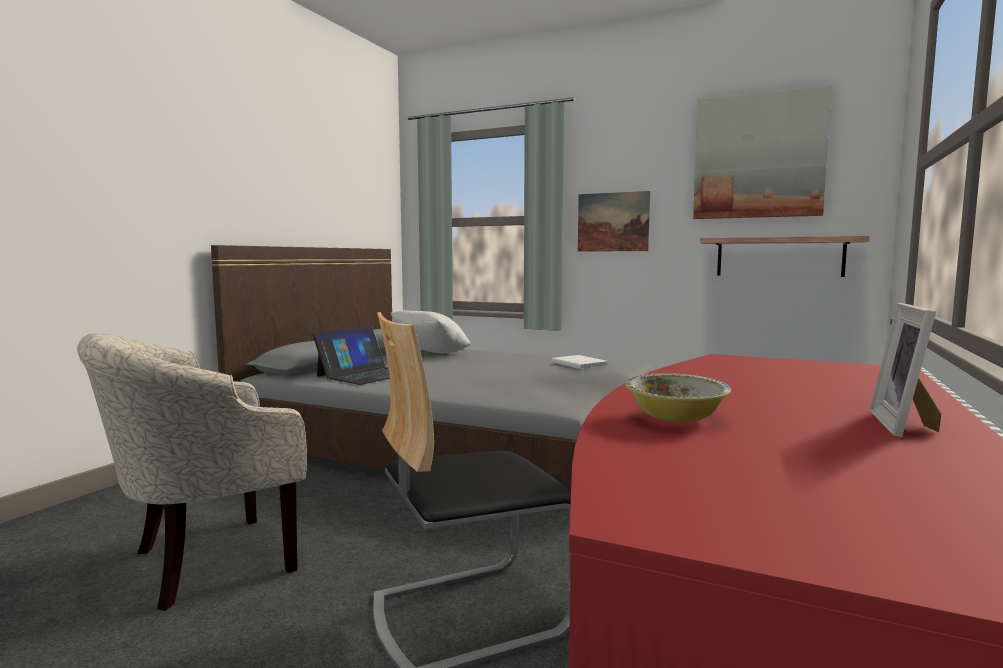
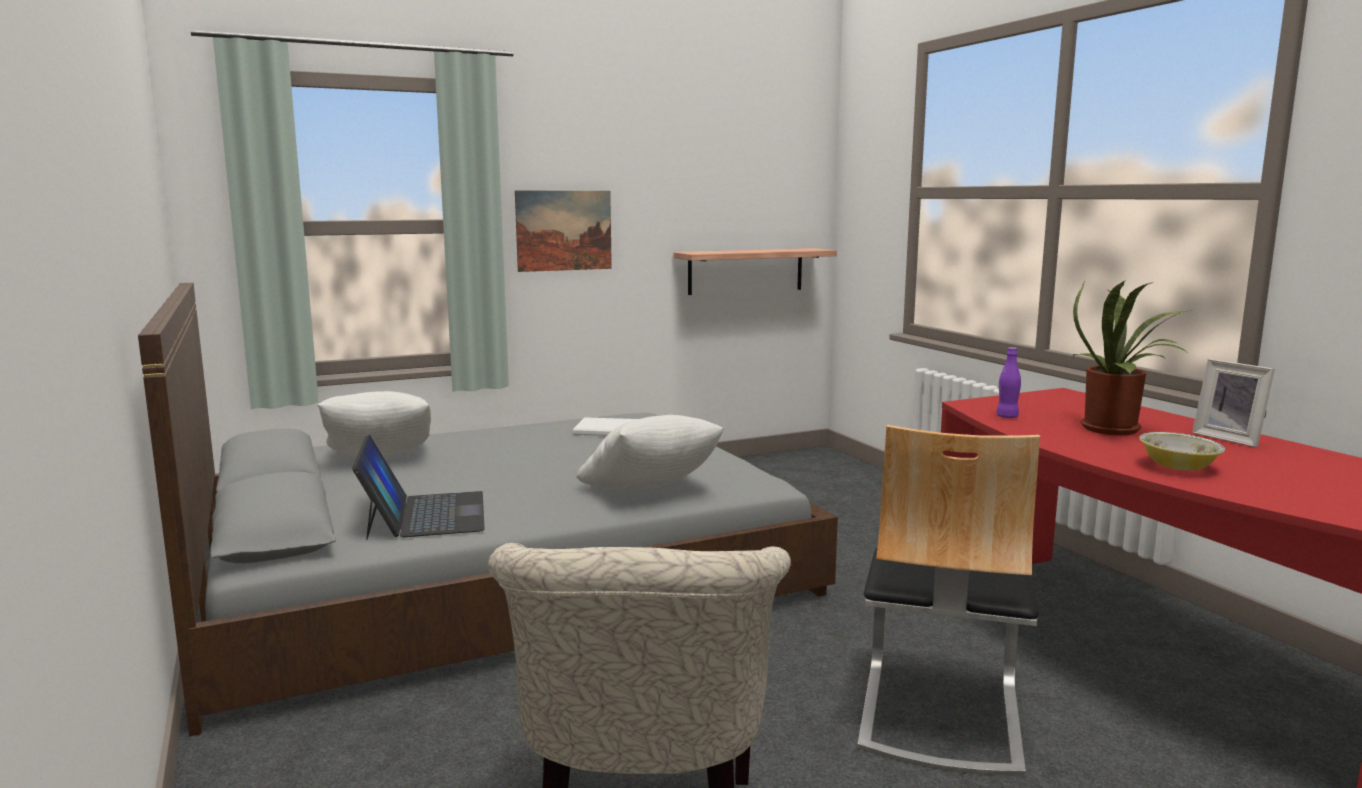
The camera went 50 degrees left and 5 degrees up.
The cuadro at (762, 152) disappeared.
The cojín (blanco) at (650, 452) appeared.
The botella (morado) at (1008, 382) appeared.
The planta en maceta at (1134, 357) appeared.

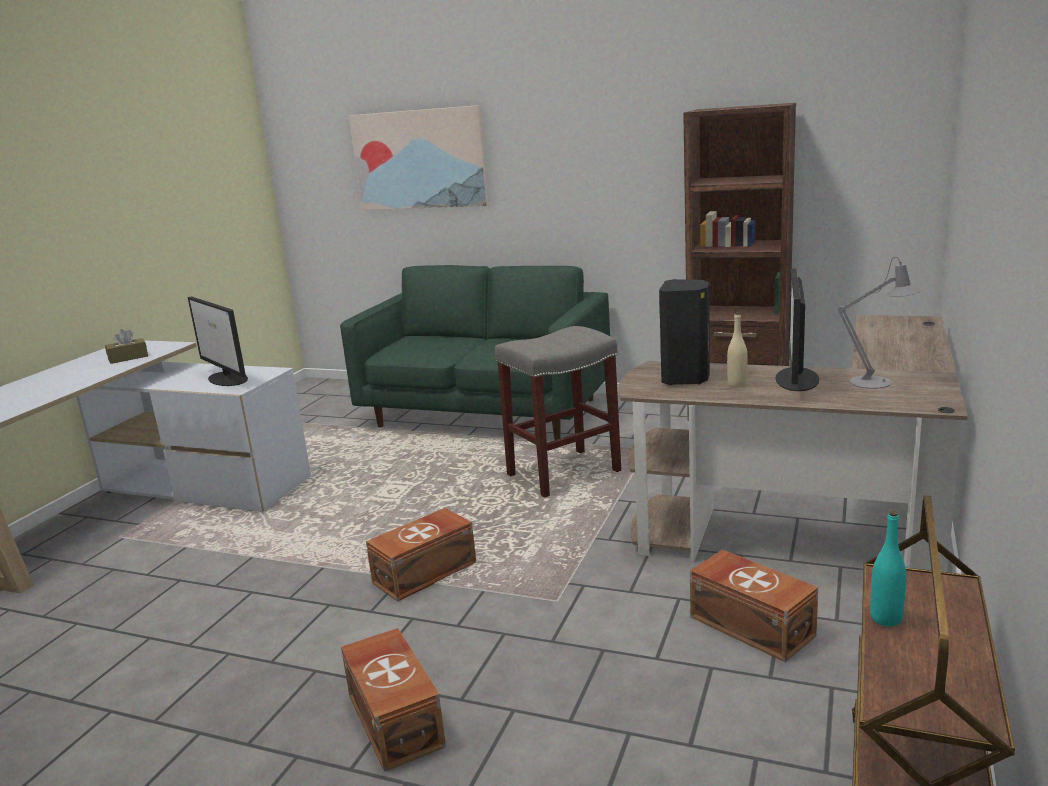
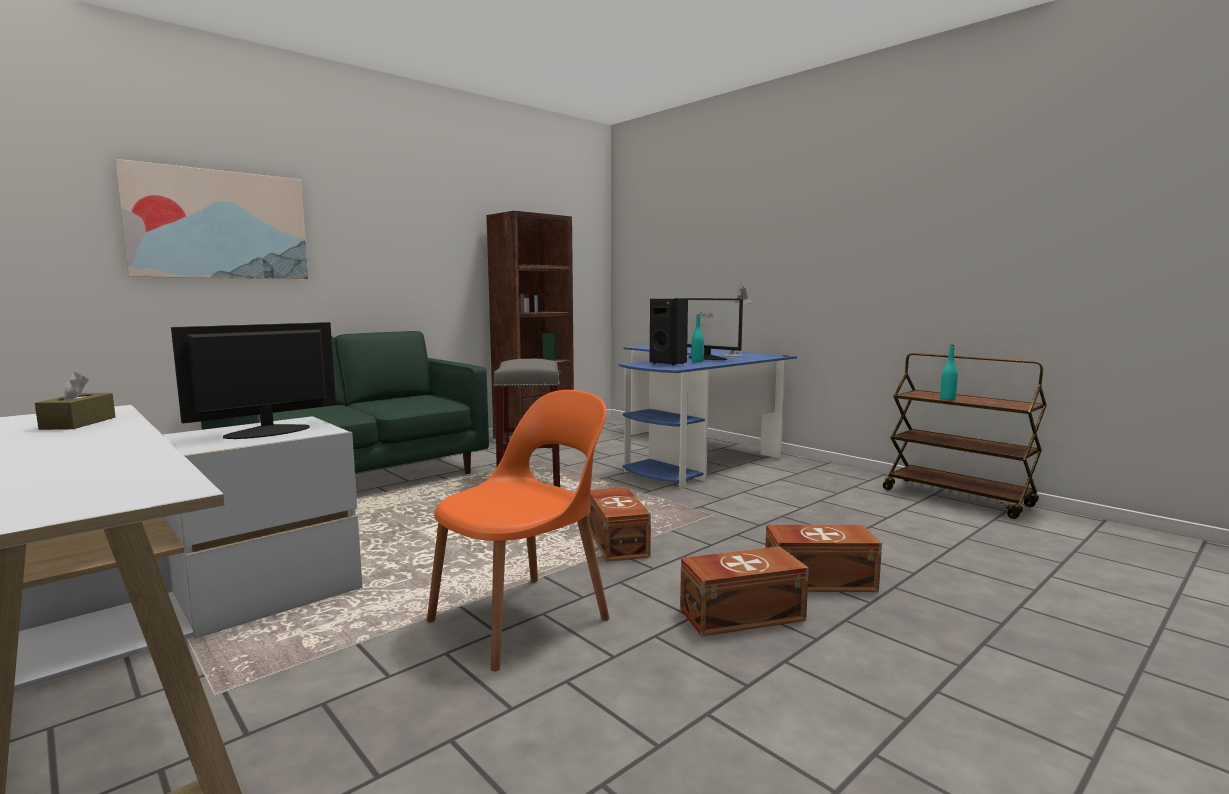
The camera went 65 degrees left and 10 degrees down.
The monitor at (218, 341) turned 150 degrees clockwise.
The escritorio (marrón) at (793, 443) became the escritorio (azul) at (708, 417).
The caja de almacenaje (marrón) moved from (754, 605) to (744, 591).
The botella (beis) at (737, 349) became the botella (turquesa) at (697, 338).
The silla (naranja) at (518, 530) appeared.

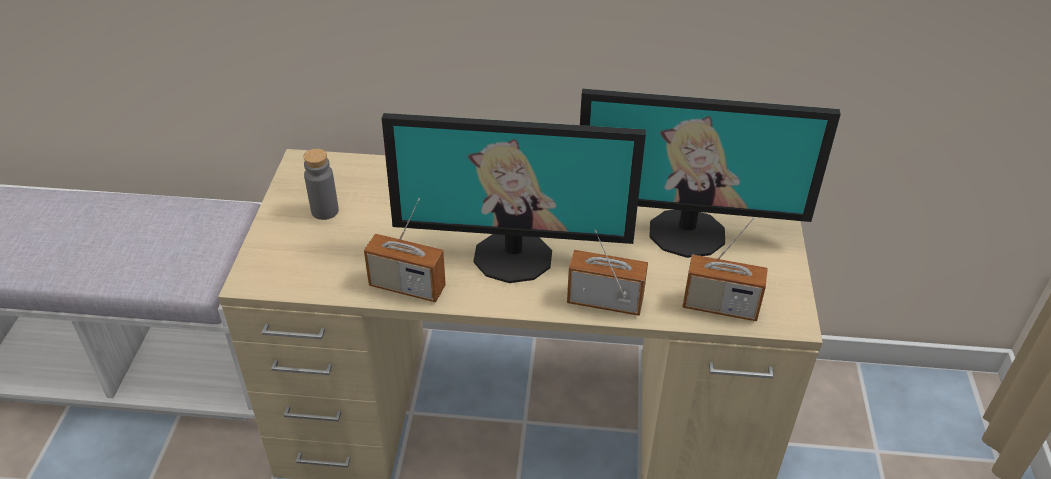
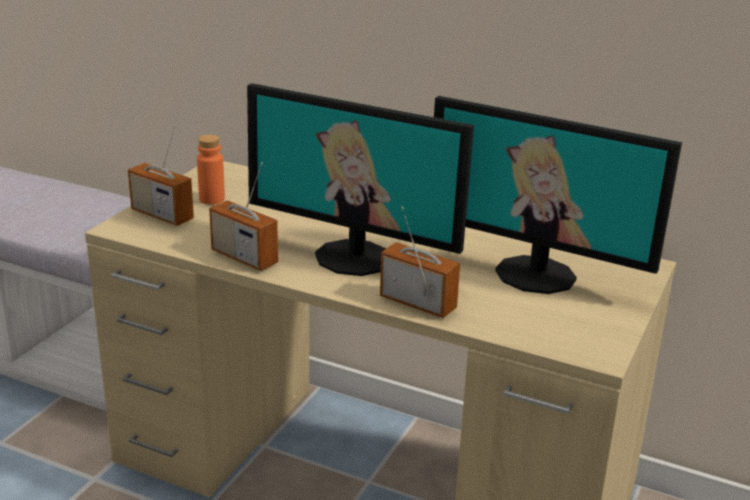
The camera went 20 degrees right and 15 degrees down.
The botella (gris) at (321, 184) became the botella (naranja) at (211, 170).
The radio moved from (725, 269) to (161, 175).

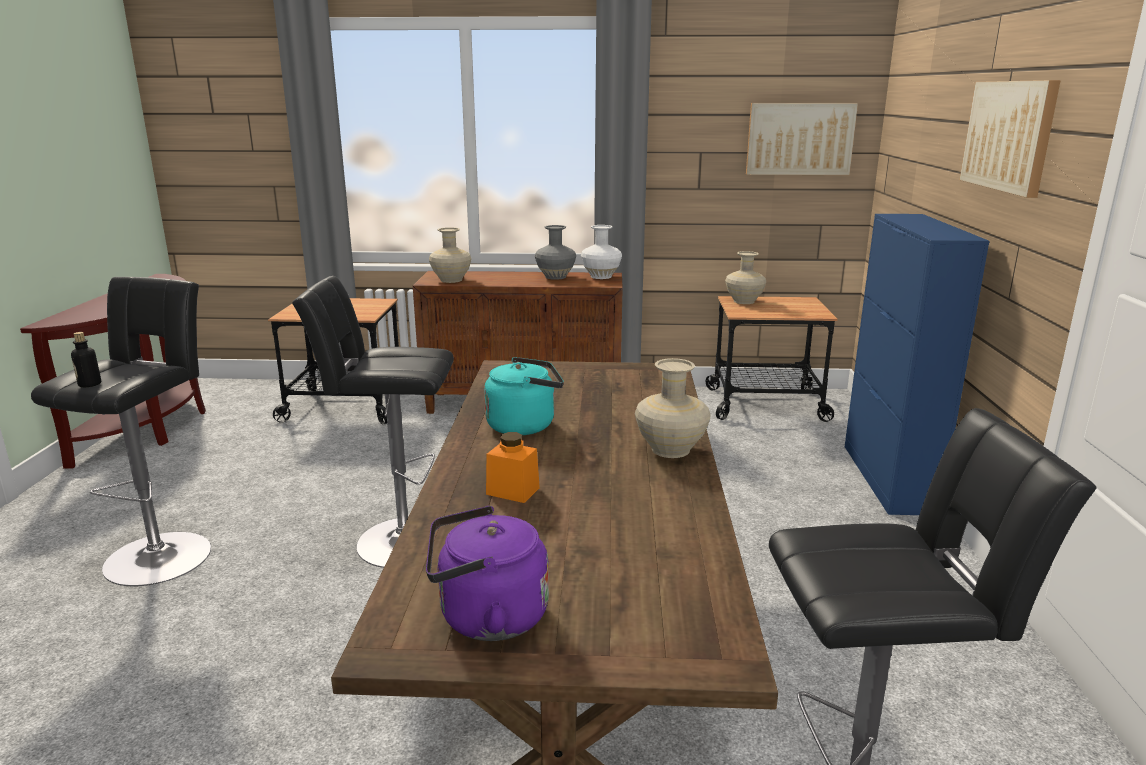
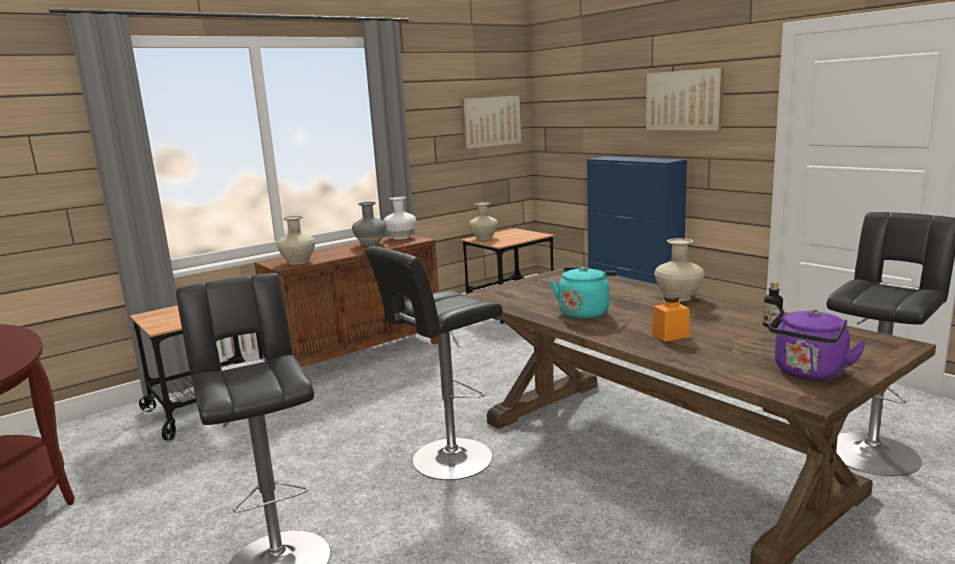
The camera went 40 degrees left and 5 degrees down.
The botella moved from (86, 359) to (773, 305).

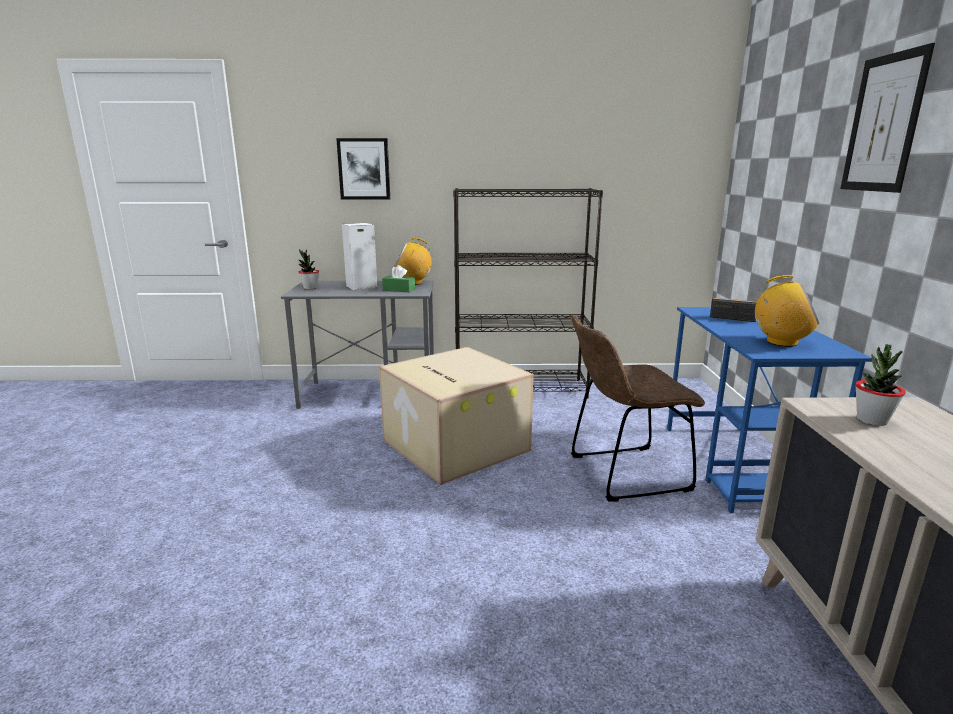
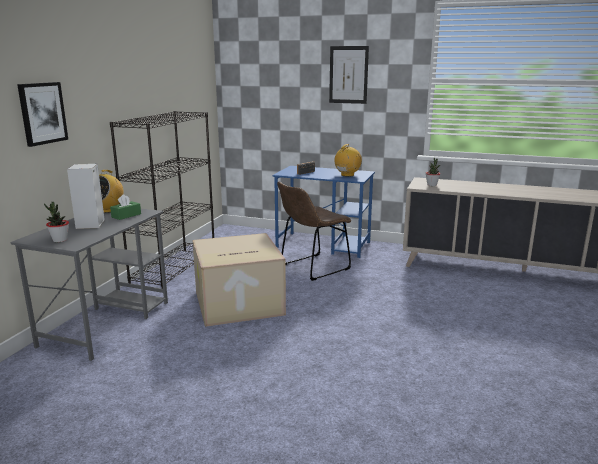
The camera went 70 degrees left and 0 degrees up.
The silla (marrón) at (638, 408) turned 45 degrees clockwise.

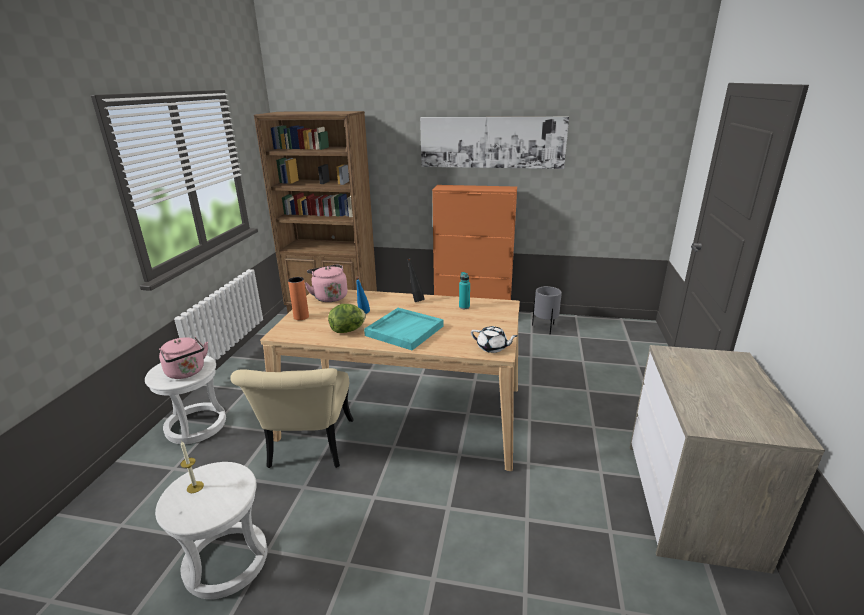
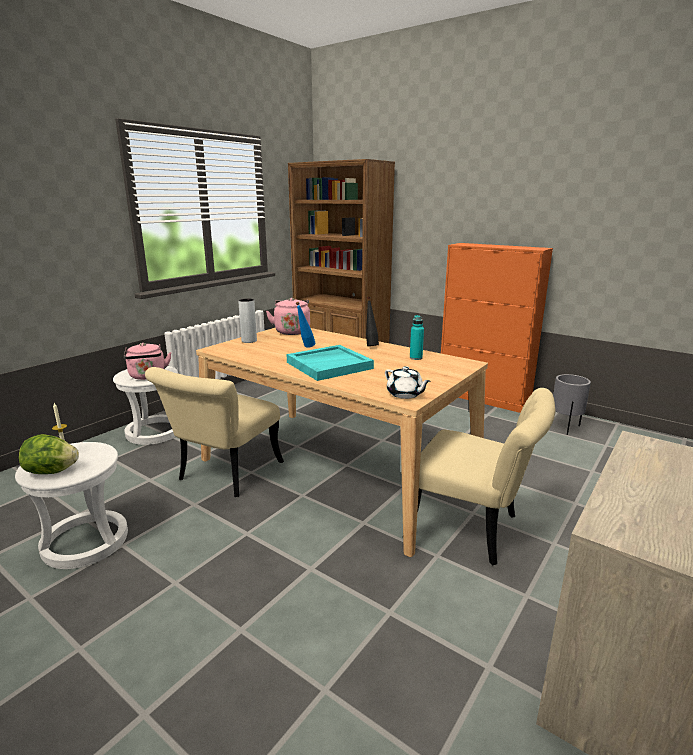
The camera went 25 degrees right and 5 degrees down.
The florero (naranja) at (298, 298) became the florero (gris) at (247, 320).
The lechuga moved from (347, 318) to (49, 454).
The cuadro at (494, 143) disappeared.
The silla (beis) at (486, 476) appeared.

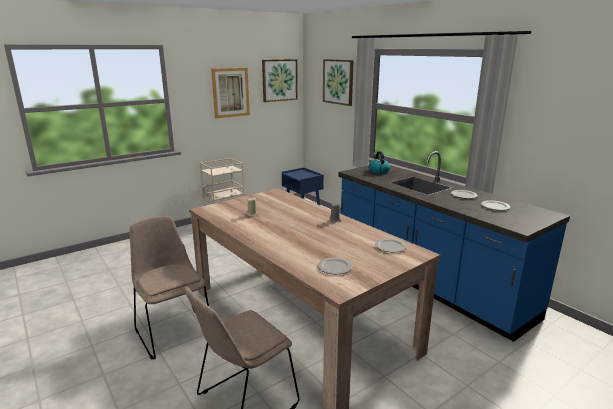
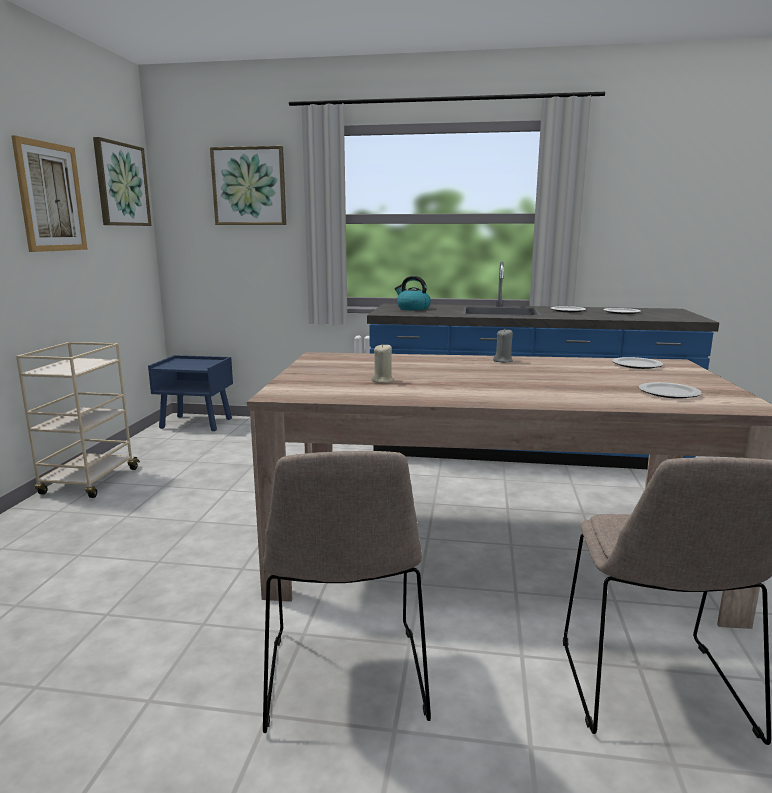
The camera went 45 degrees left and 5 degrees down.
The silla (beis) at (169, 288) turned 105 degrees counterclockwise.

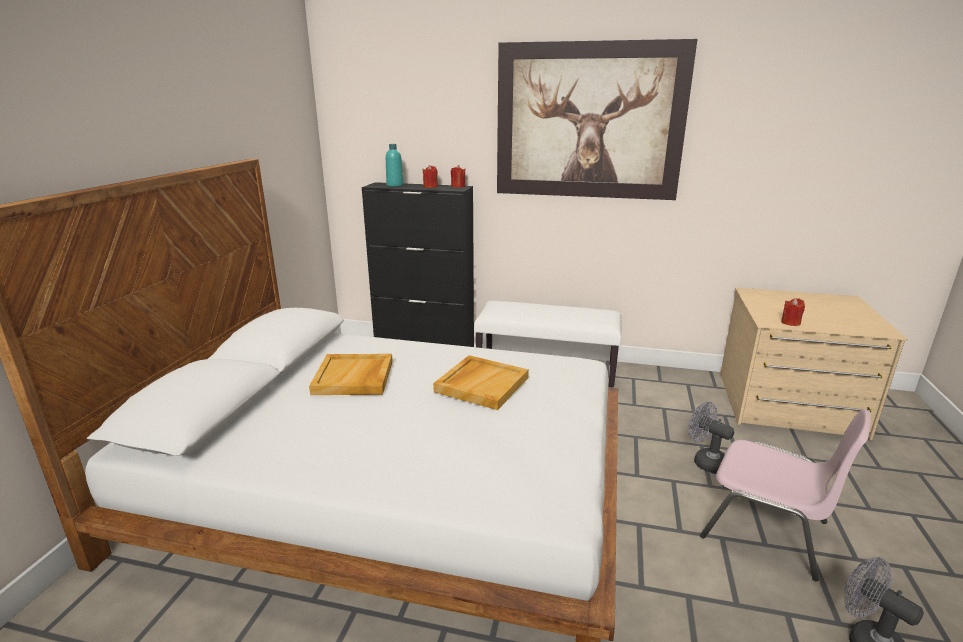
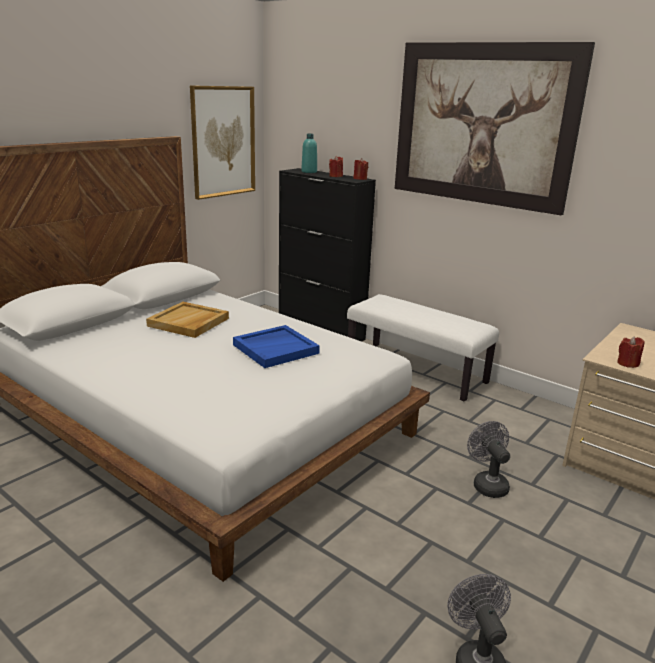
The camera went 25 degrees right and 0 degrees up.
The bandeja (beis) at (481, 382) became the bandeja (azul) at (276, 346).
The silla (rosa) at (785, 495) disappeared.
The cuadro at (222, 143) appeared.

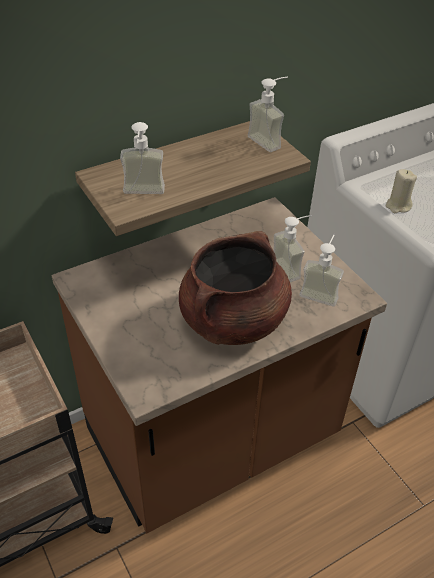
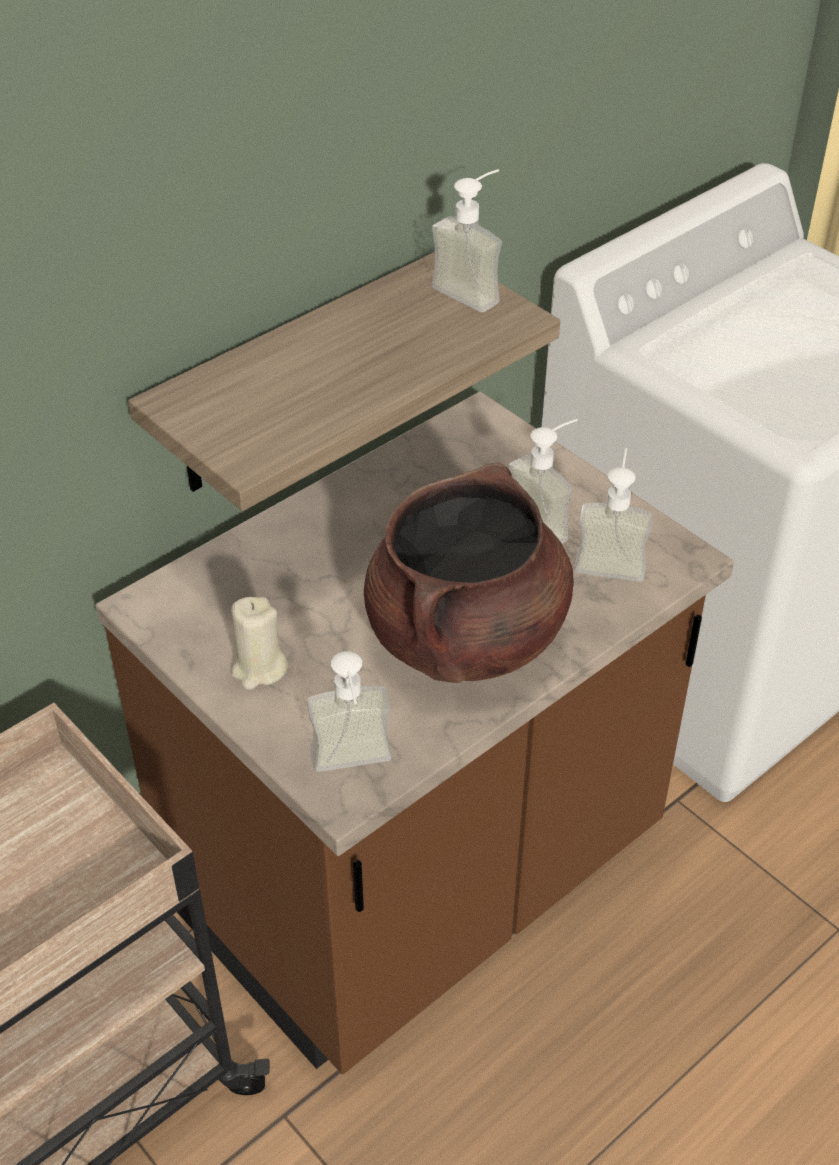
The camera went 10 degrees left and 0 degrees up.
The dispensador de jabón moved from (142, 158) to (349, 712).
The vela (beis) moved from (401, 191) to (260, 643).

